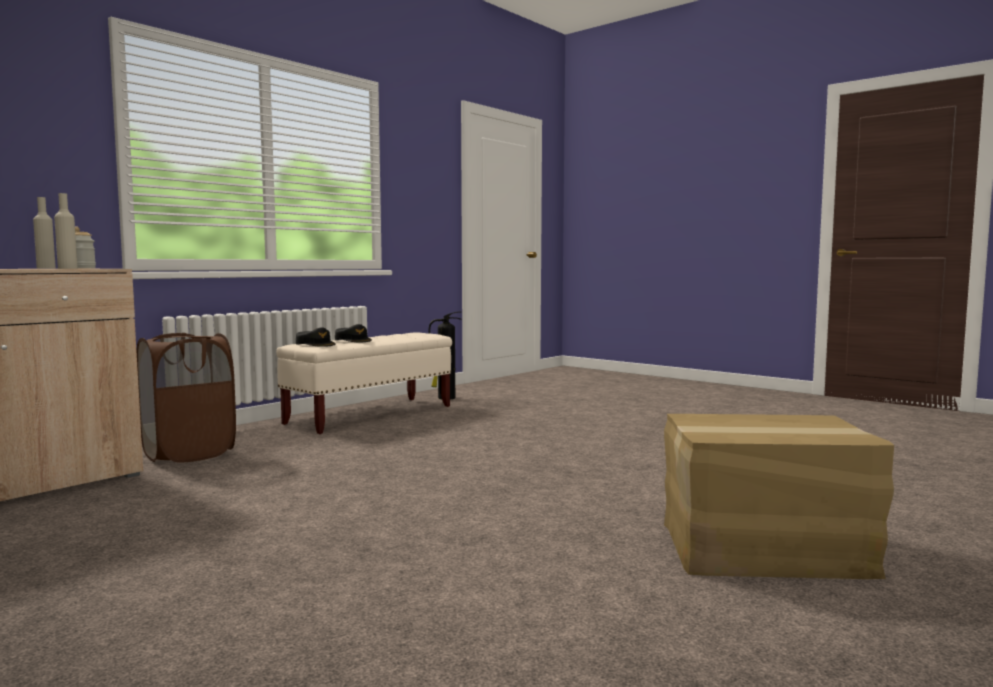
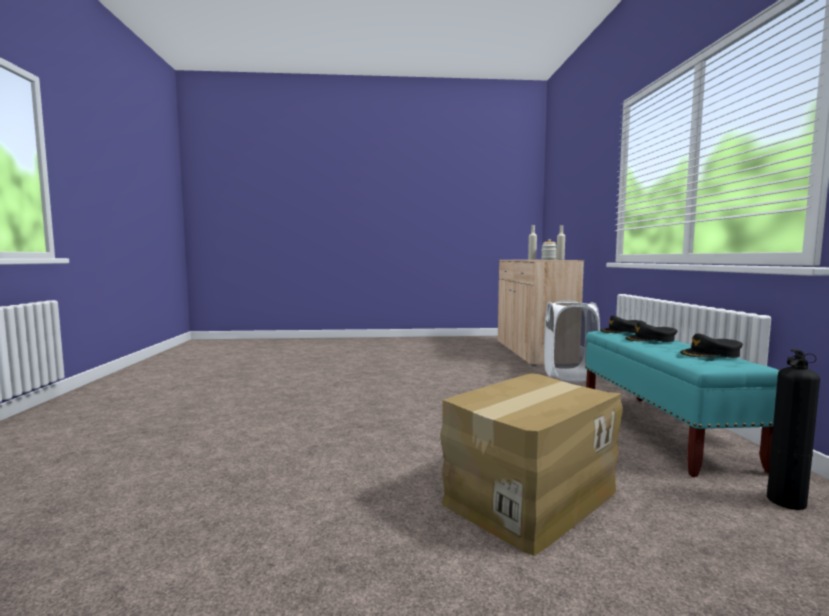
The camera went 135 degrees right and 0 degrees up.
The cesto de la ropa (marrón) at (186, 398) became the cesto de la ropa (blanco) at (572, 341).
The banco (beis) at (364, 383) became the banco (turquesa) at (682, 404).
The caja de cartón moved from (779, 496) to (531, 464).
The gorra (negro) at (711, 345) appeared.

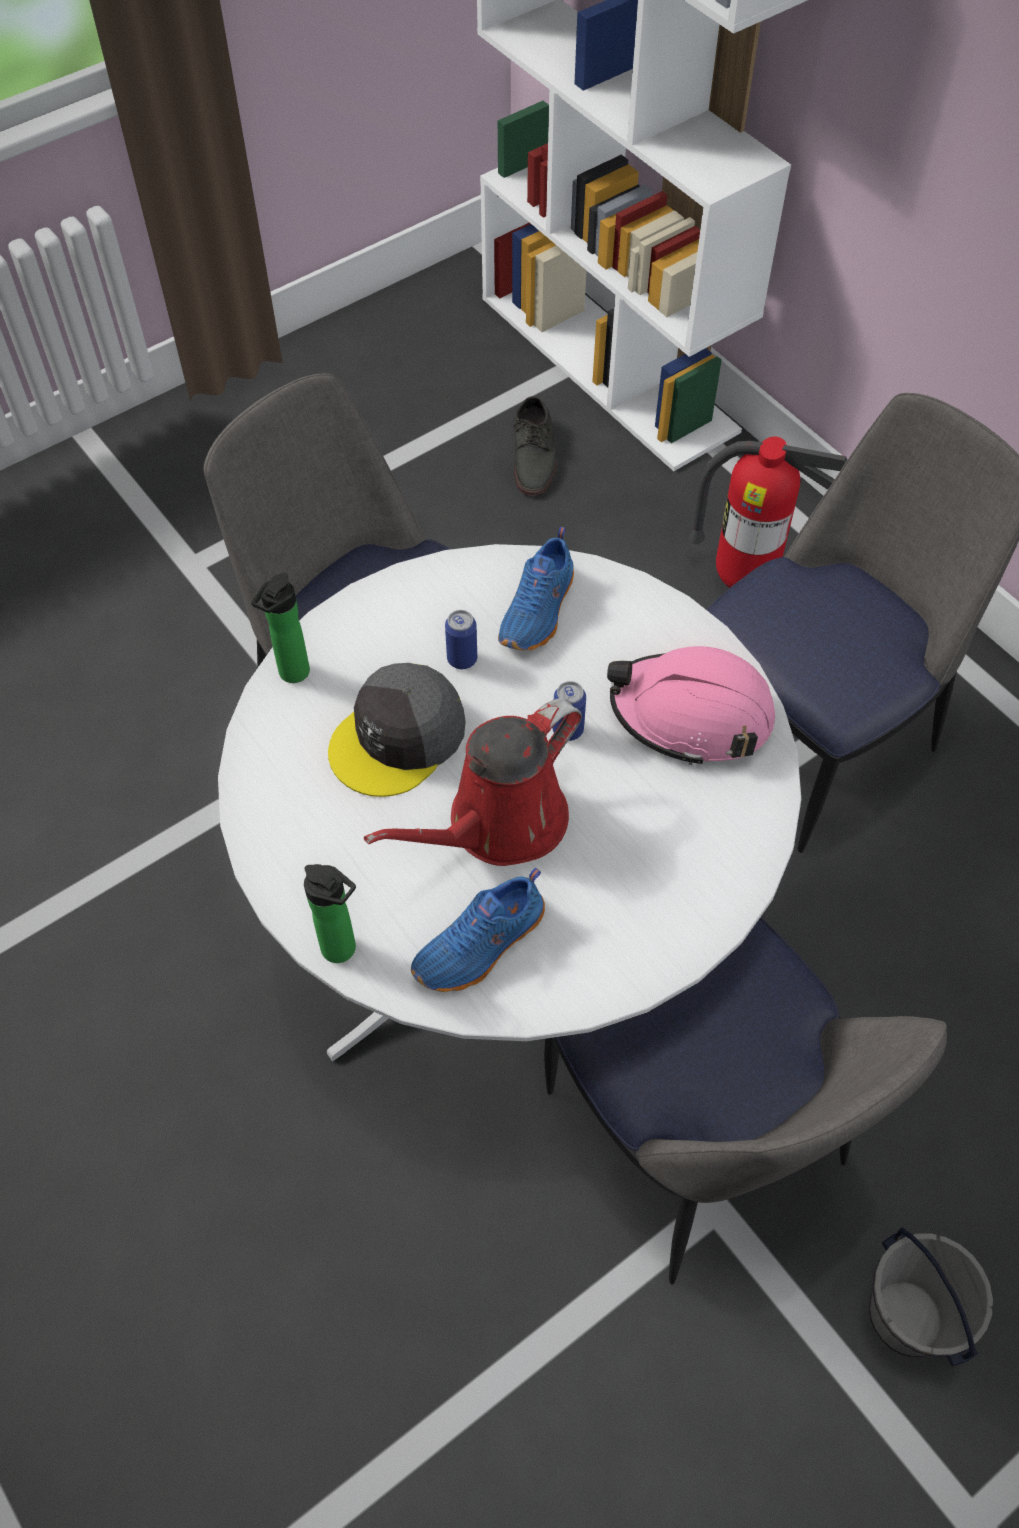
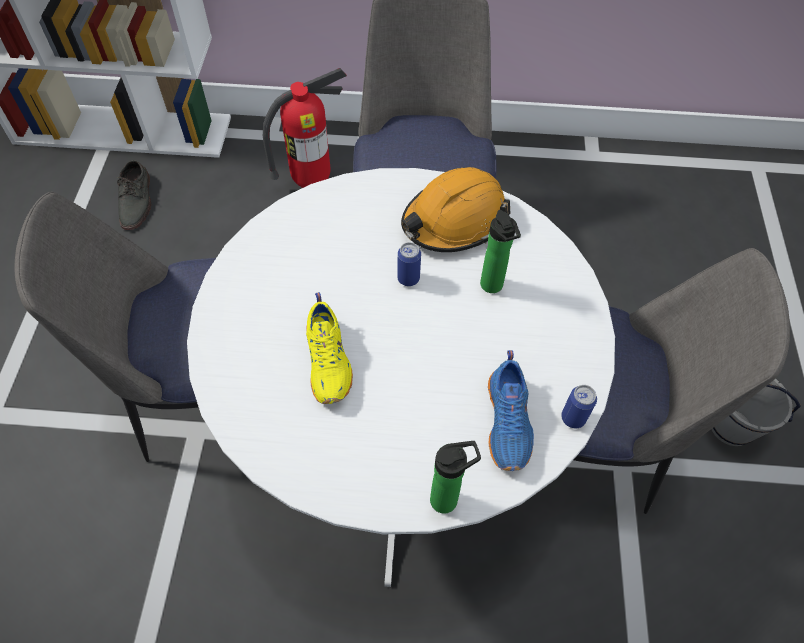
The camera went 50 degrees left and 0 degrees up.
The botella moved from (280, 628) to (500, 251).
The gorra (gris) at (397, 730) was replaced by the zapato (amarillo) at (329, 348).
The regadera (rojo) at (473, 782) disappeared.
The lata moved from (461, 639) to (579, 406).
The zapato (azul) at (536, 588) disappeared.
The zapato (gris) at (535, 445) turned 45 degrees clockwise.
The casco (rosa) at (691, 705) became the casco (naranja) at (455, 209).

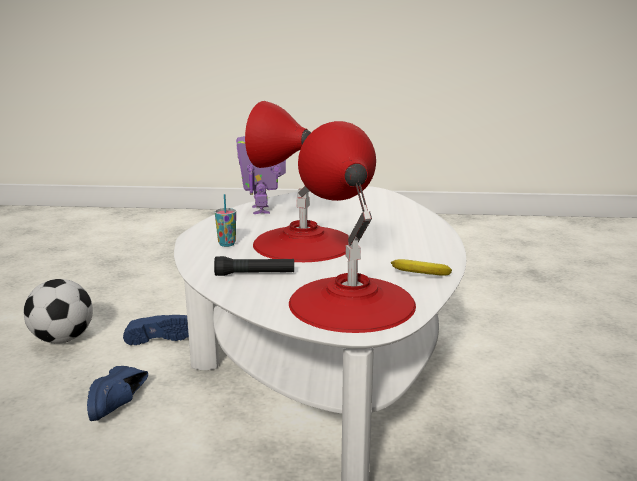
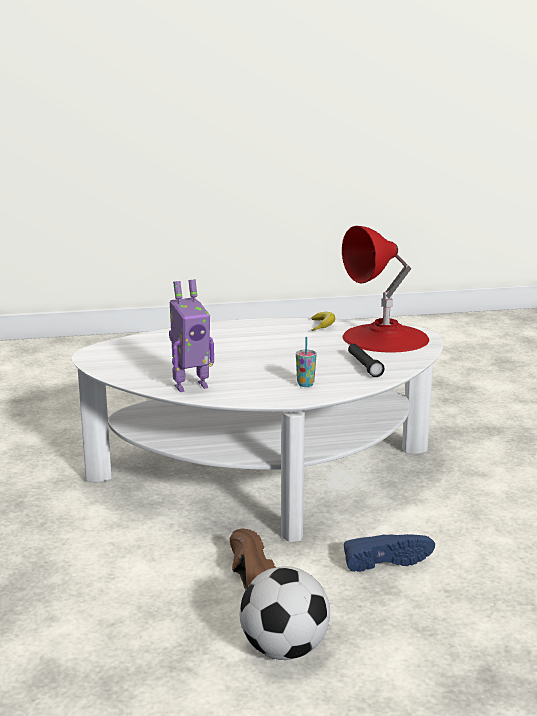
The camera went 105 degrees left and 0 degrees up.
The zapato (azul) at (156, 330) became the zapato (marrón) at (253, 559).
The lámpara de mesa (rojo) at (296, 181) disappeared.

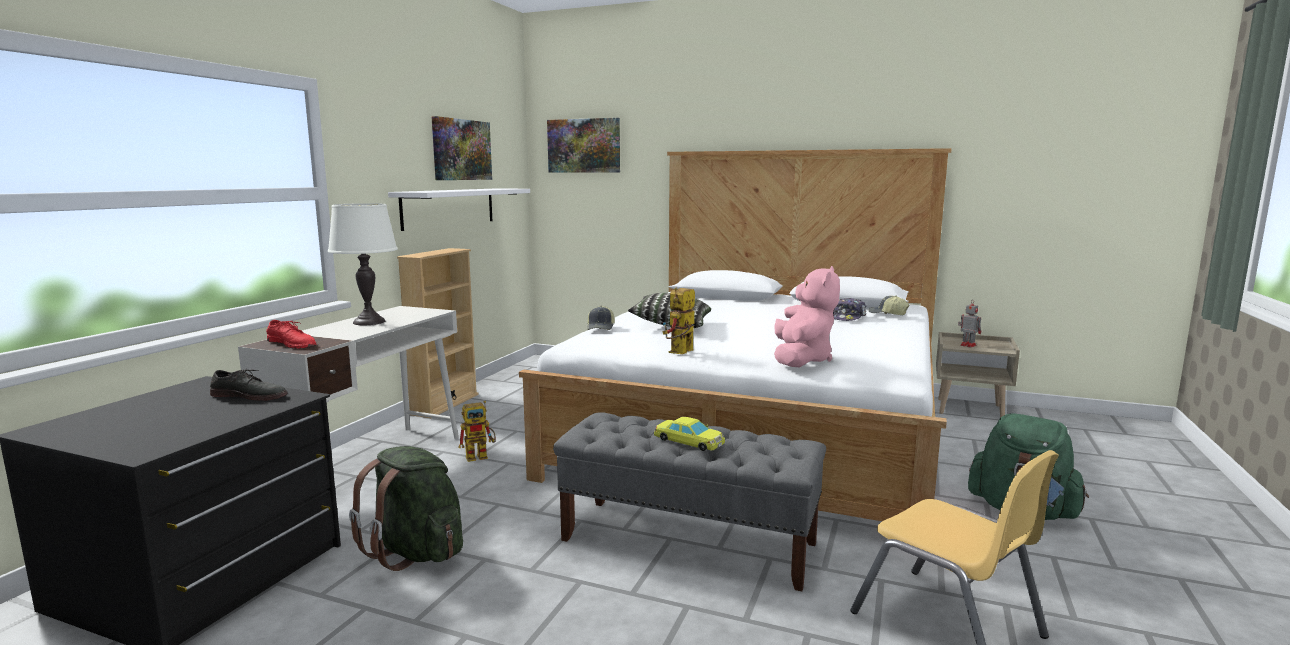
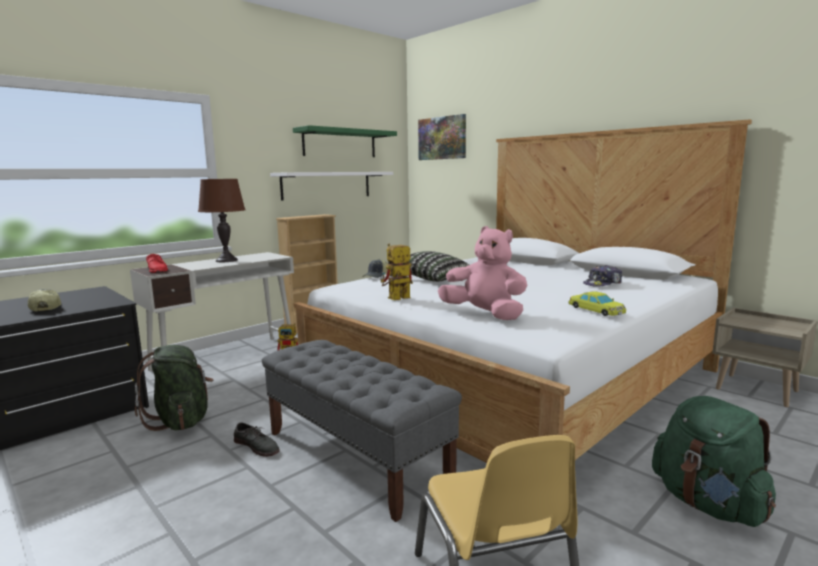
The camera went 25 degrees right and 0 degrees up.
The zapato (gris) moved from (249, 385) to (257, 439).
The lámpara de mesa (blanco) at (363, 264) became the lámpara de mesa (marrón) at (222, 220).
The cuadro at (461, 148) was replaced by the estante (verde) at (345, 141).
The coche de juguete (amarillo) moved from (689, 434) to (597, 303).
The peluche (rosa) at (807, 316) turned 90 degrees counterclockwise.
The gorra moved from (888, 305) to (44, 300).
The robot de juguete at (969, 324) disappeared.

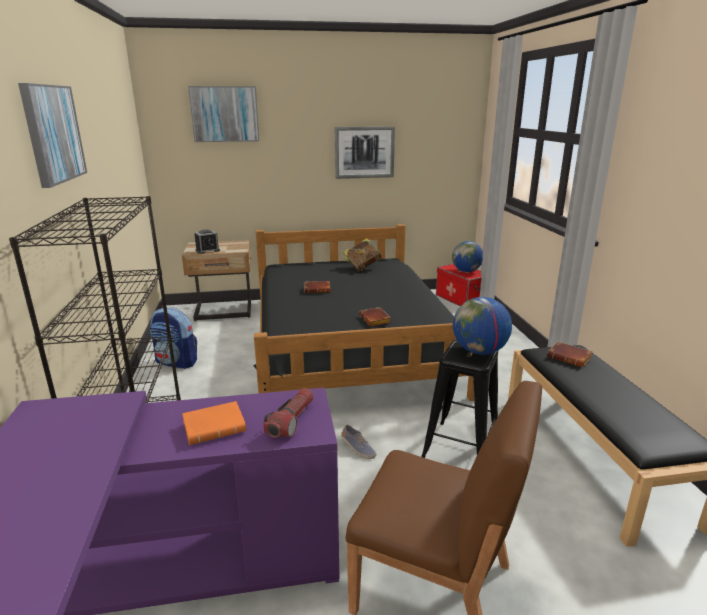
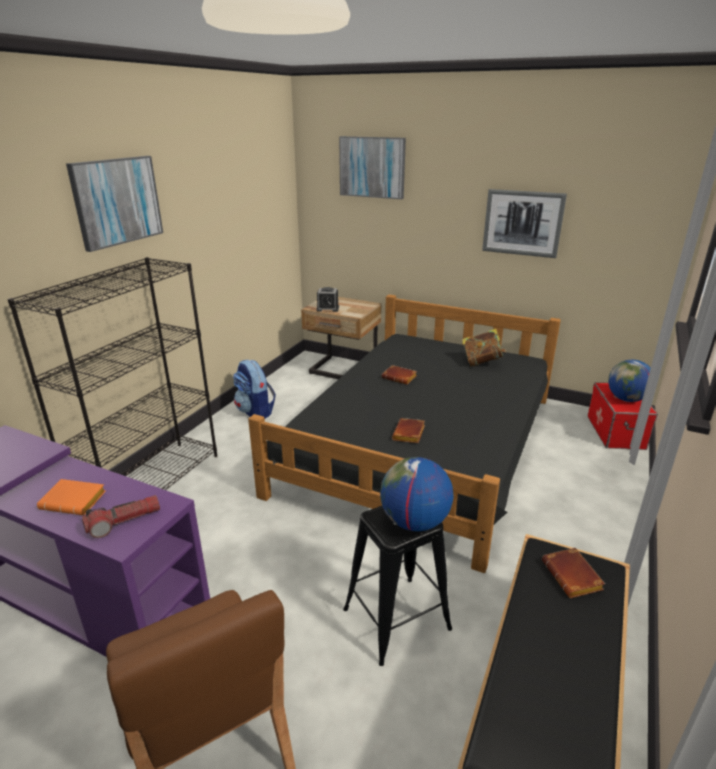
The camera went 35 degrees right and 5 degrees up.
The zapato at (358, 442) disappeared.

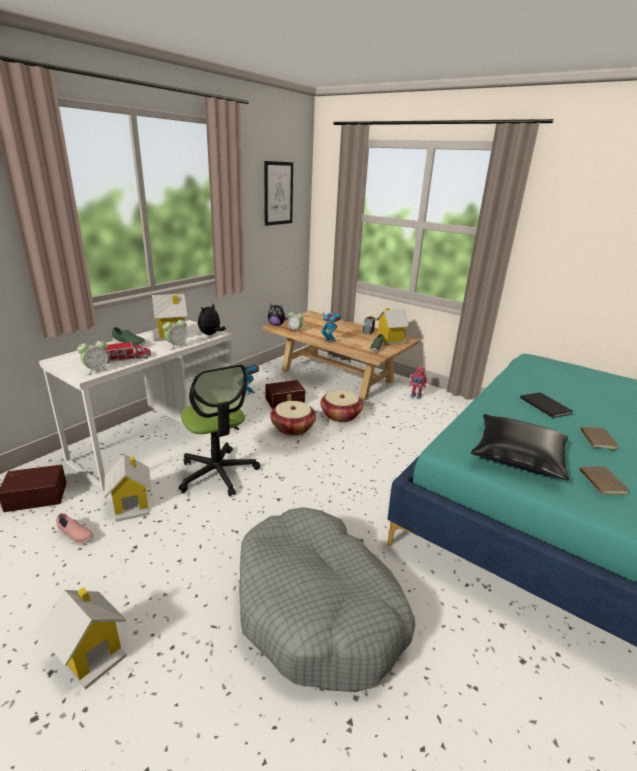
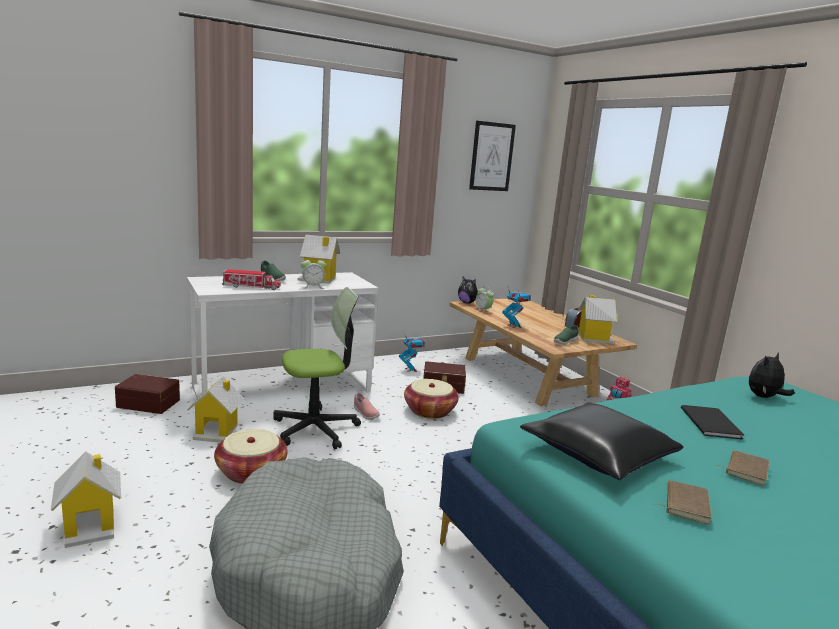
The camera went 25 degrees right and 10 degrees down.
The zapato (rosa) moved from (74, 529) to (367, 406).
The despertador at (94, 357) disappeared.
The silla de oficina at (219, 430) turned 105 degrees counterclockwise.
The peluche moved from (212, 319) to (772, 375).
The cesta moved from (341, 406) to (251, 456).

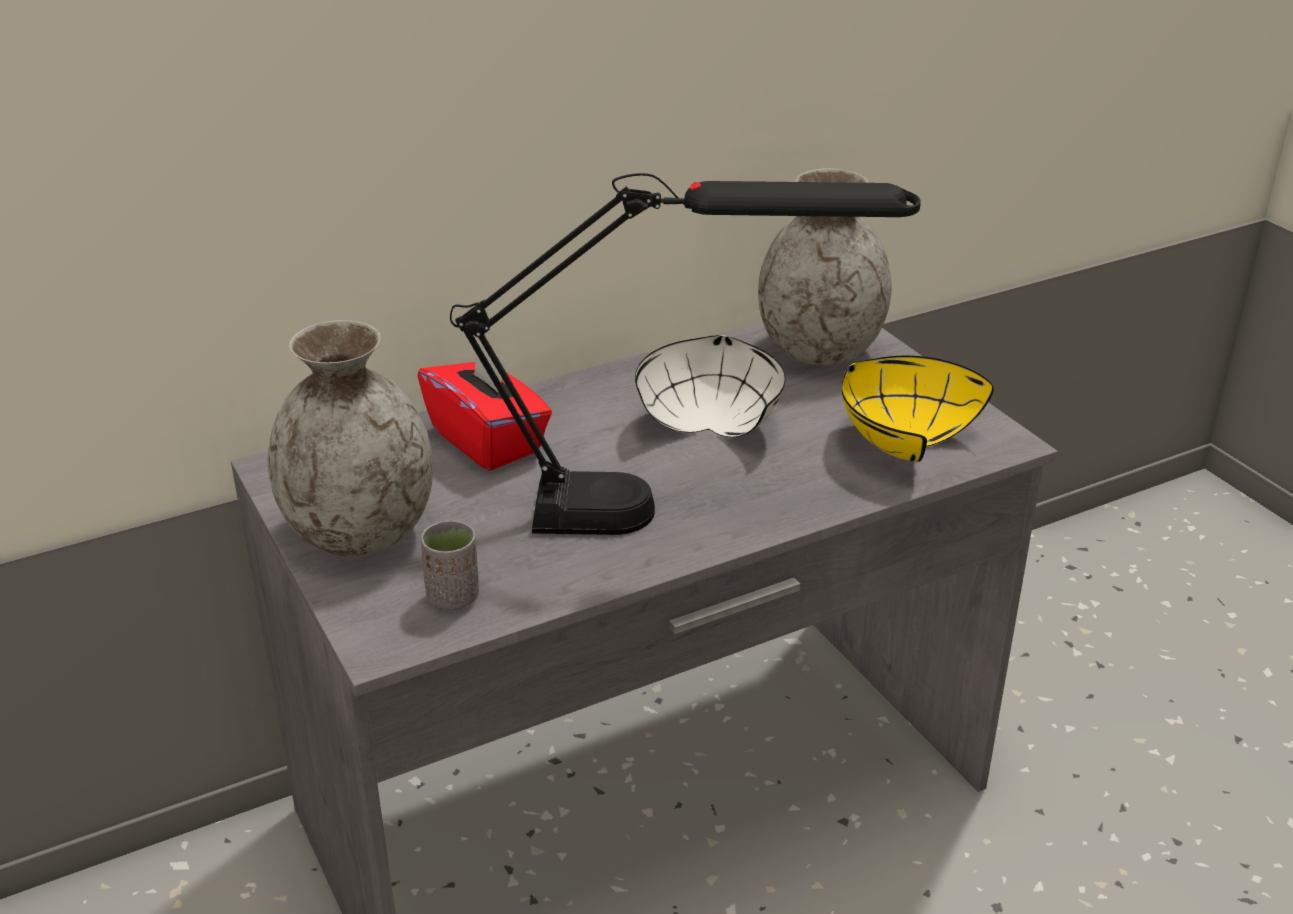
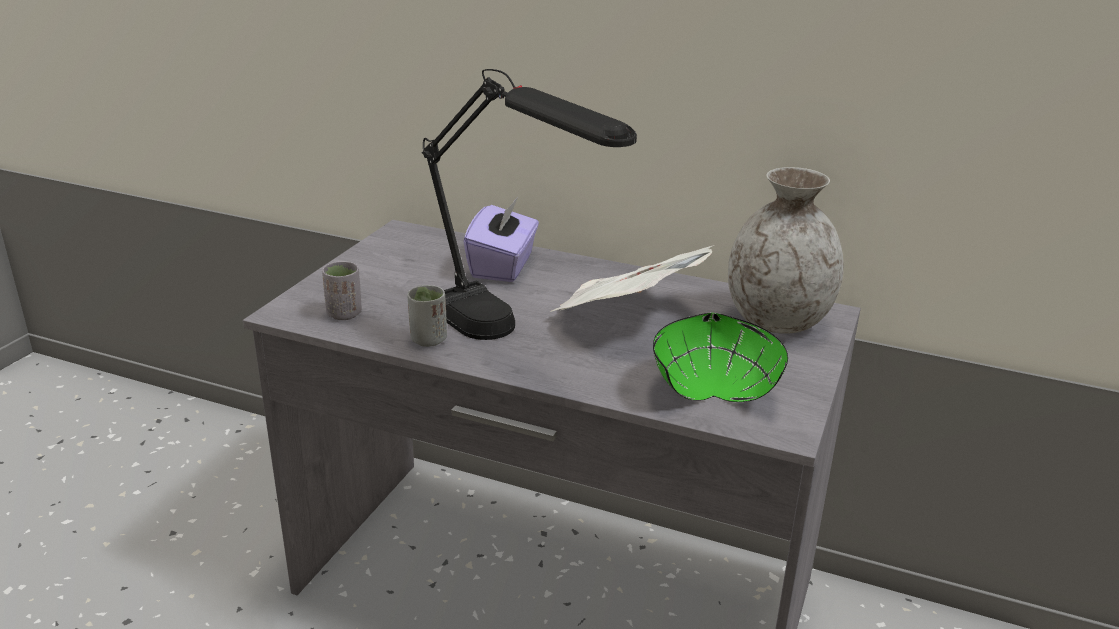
The camera went 50 degrees right and 5 degrees down.
The florero (gris) at (350, 438) disappeared.
The caja de pañuelos (rojo) at (485, 406) became the caja de pañuelos (morado) at (501, 240).
The cuenco (blanco) at (710, 386) was replaced by the periódico at (632, 278).
The cuenco (amarillo) at (917, 409) became the cuenco (verde) at (720, 357).
The taza (gris) at (427, 316) appeared.

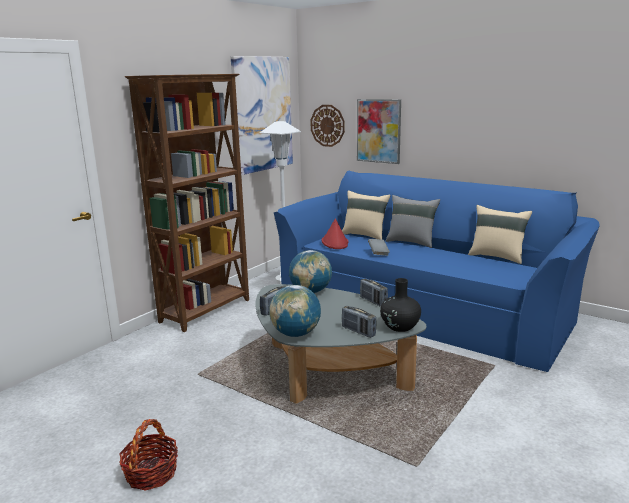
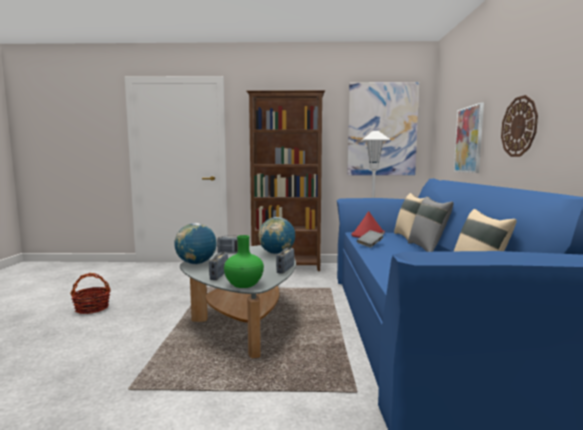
The camera went 55 degrees right and 10 degrees down.
The reloj de pared moved from (327, 126) to (519, 126).
The florero (negro) at (400, 305) became the florero (verde) at (244, 261).

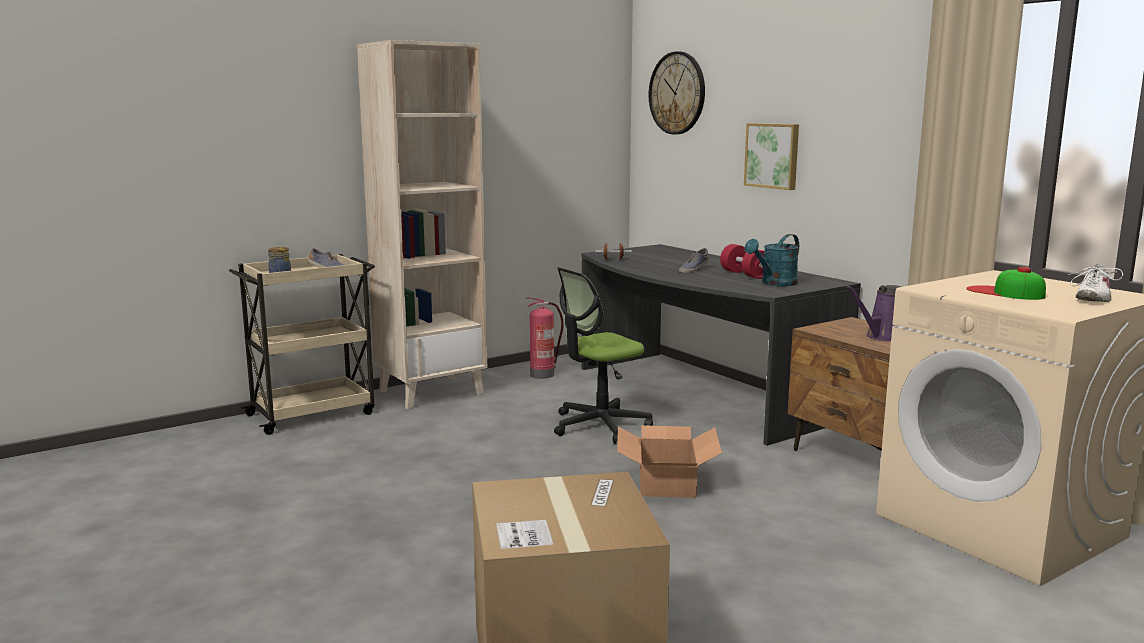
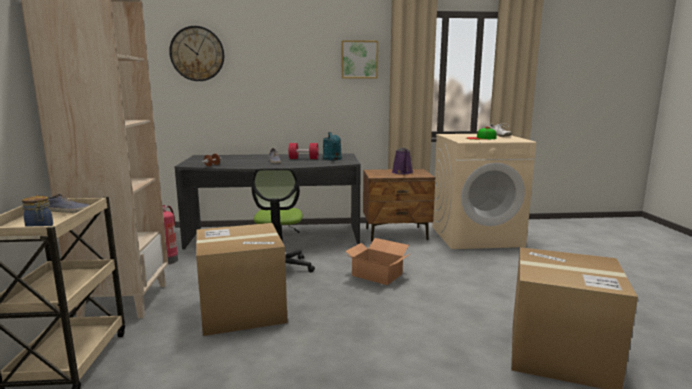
The camera went 60 degrees left and 0 degrees up.
The cuadro moved from (771, 156) to (360, 59).
The caja de cartón at (241, 279) appeared.

